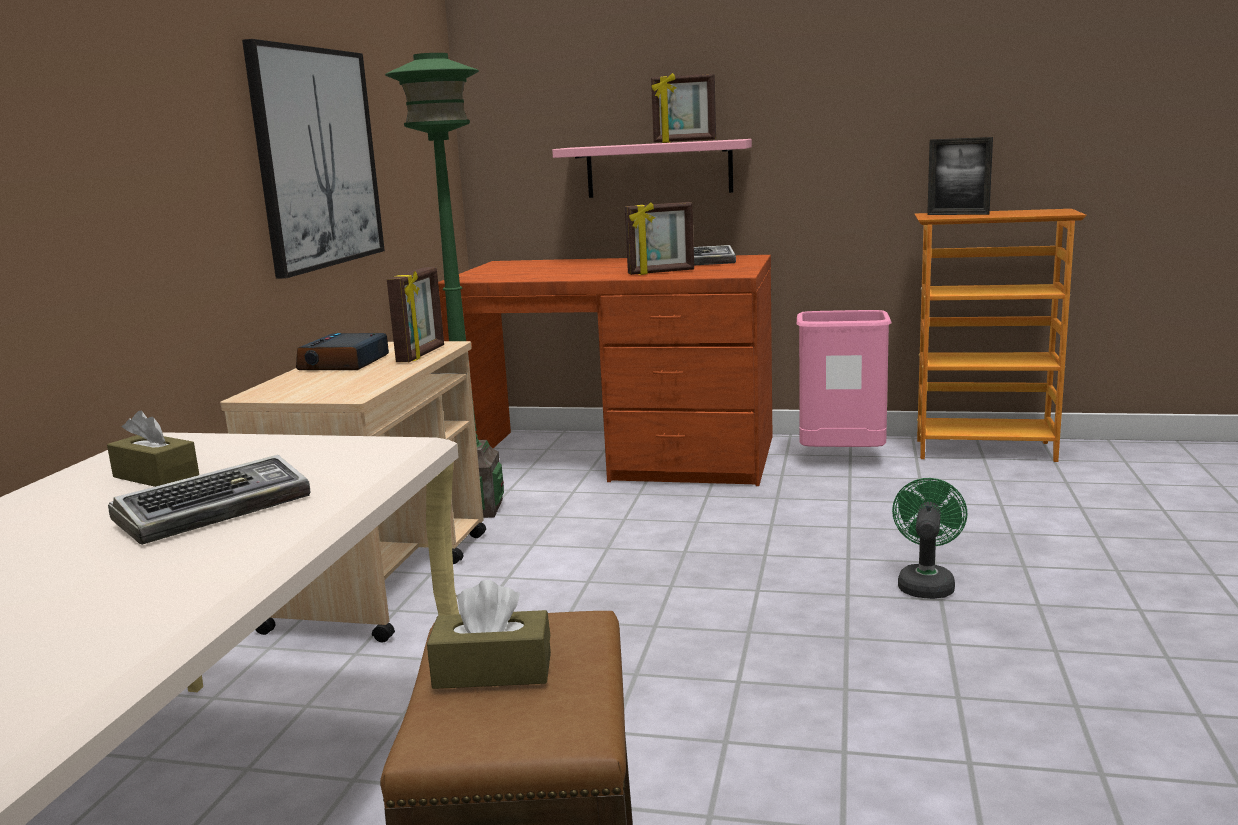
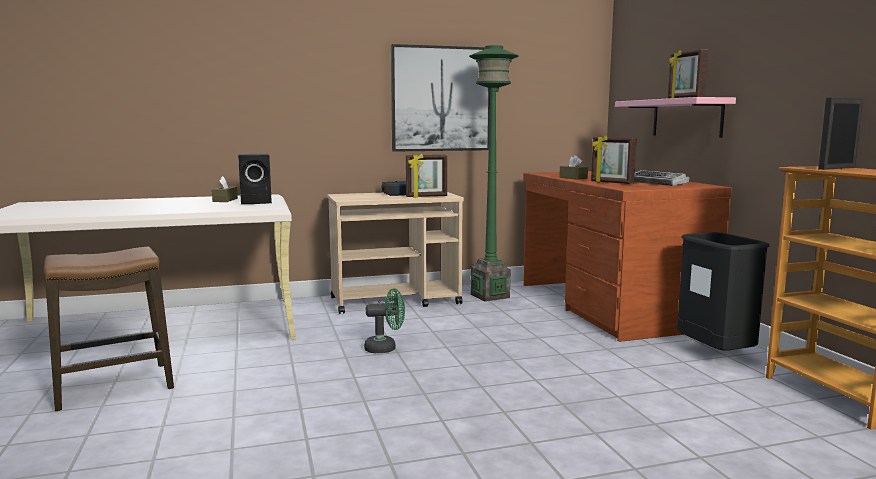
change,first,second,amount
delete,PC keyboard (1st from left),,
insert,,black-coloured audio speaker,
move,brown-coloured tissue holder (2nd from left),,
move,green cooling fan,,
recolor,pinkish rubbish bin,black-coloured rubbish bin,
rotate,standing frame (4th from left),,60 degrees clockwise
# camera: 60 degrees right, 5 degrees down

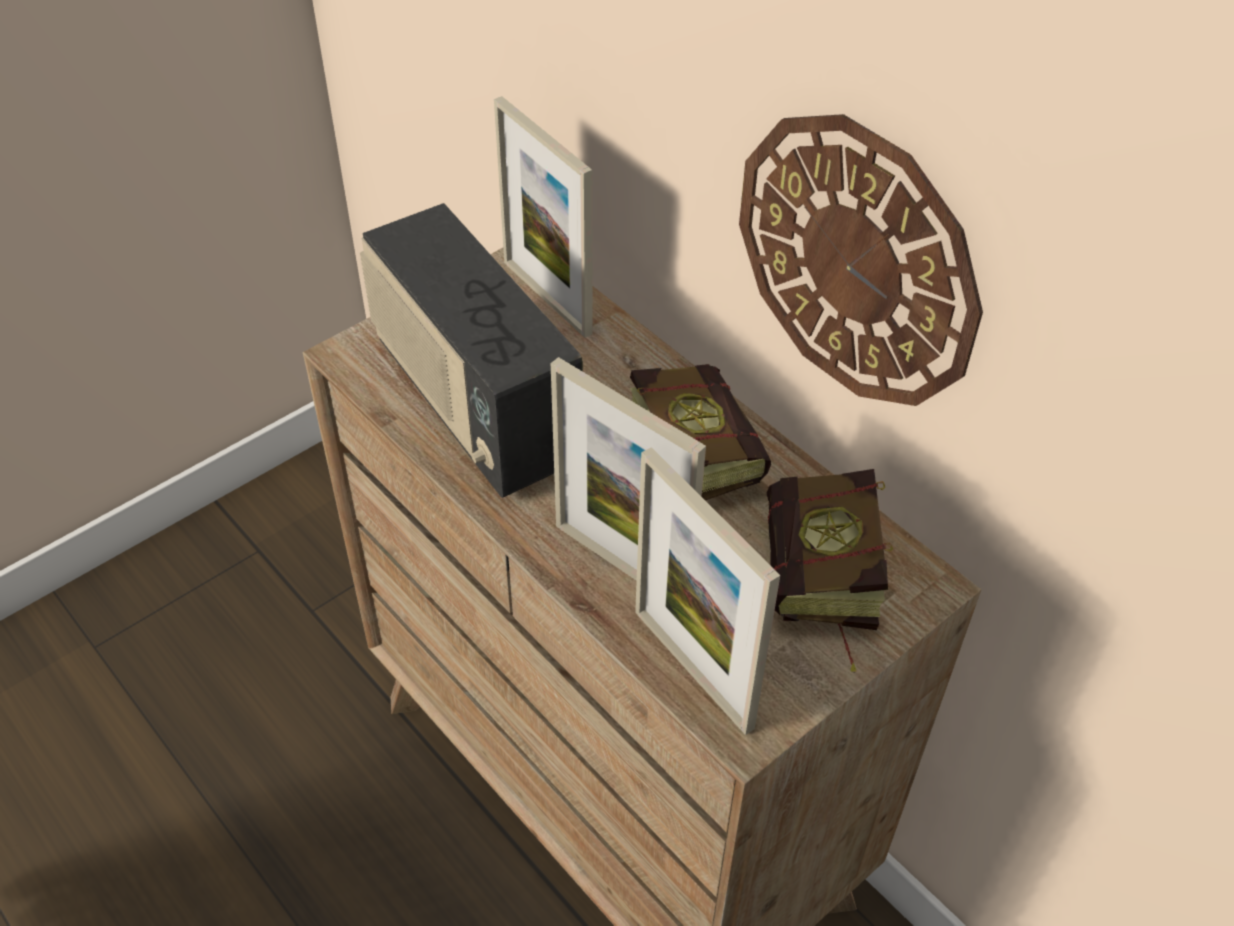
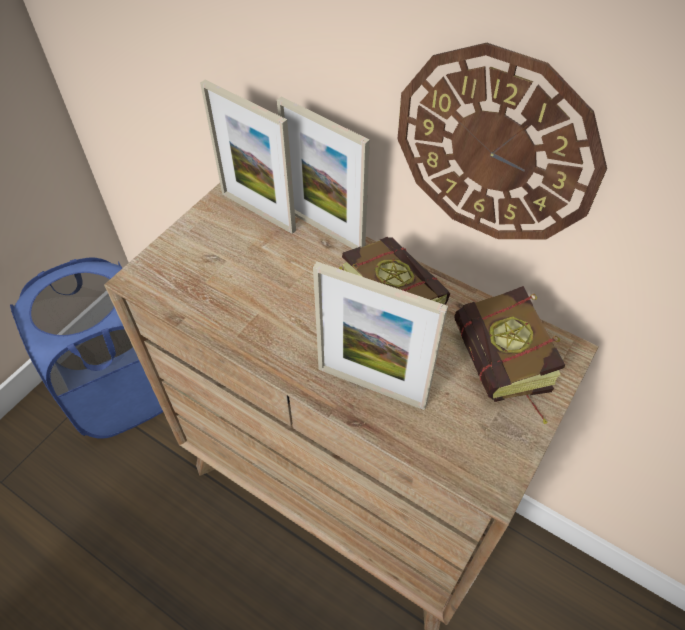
change,first,second,amount
delete,radio set,,
insert,,blue-coloured washing basket,
move,standing frame (3rd from left in the first image),standing frame (2nd from left),
# camera: 15 degrees left, 5 degrees up

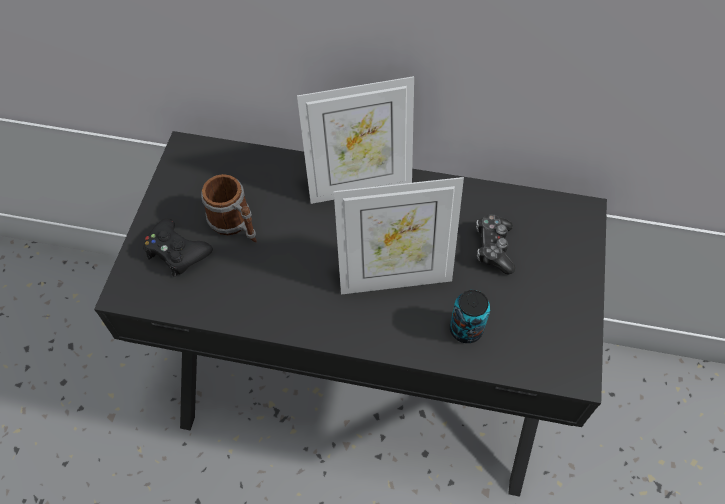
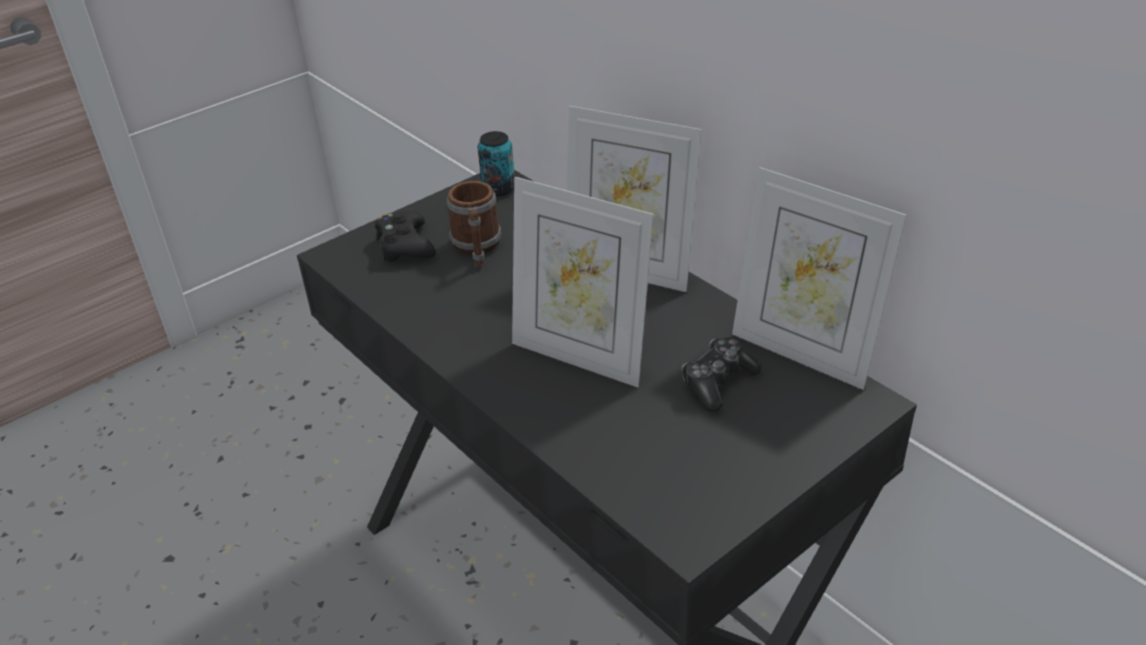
change,first,second,amount
insert,,standing frame (3rd from left),
move,metal can,,
# camera: 40 degrees right, 20 degrees down

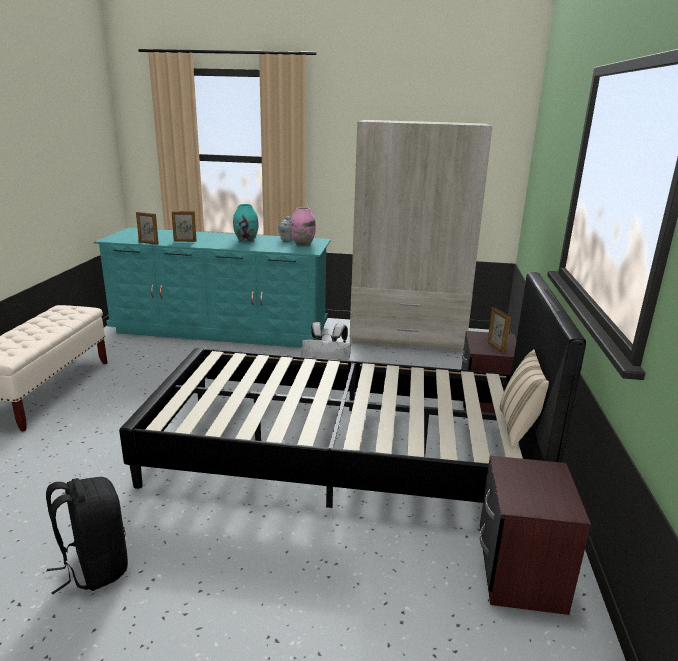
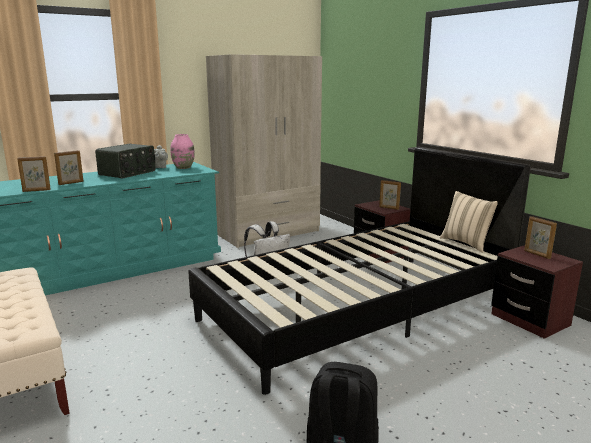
change,first,second,amount
insert,,standing frame (4th from left),
replace,blue-green flower vase,radio set,
# camera: 40 degrees left, 5 degrees down

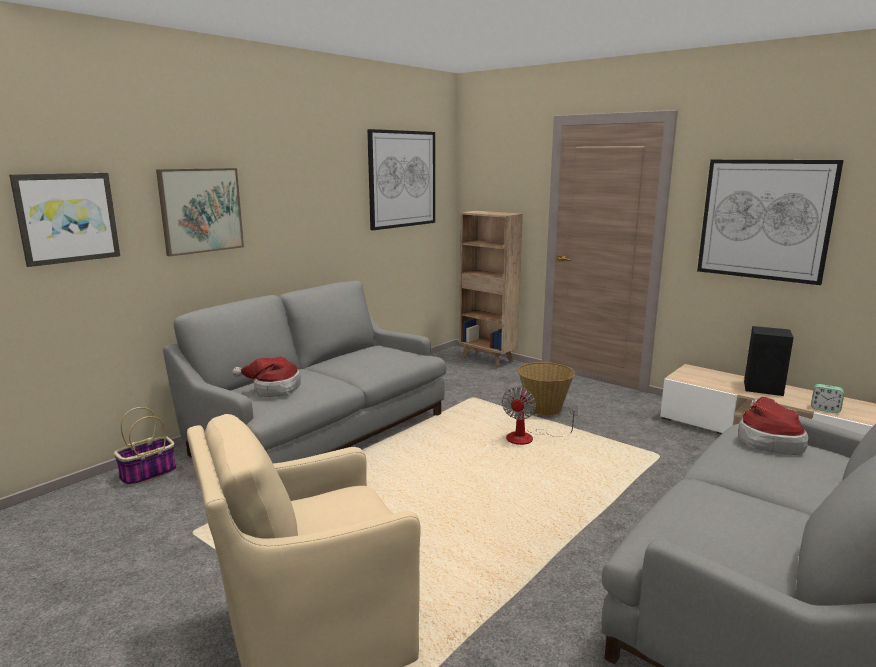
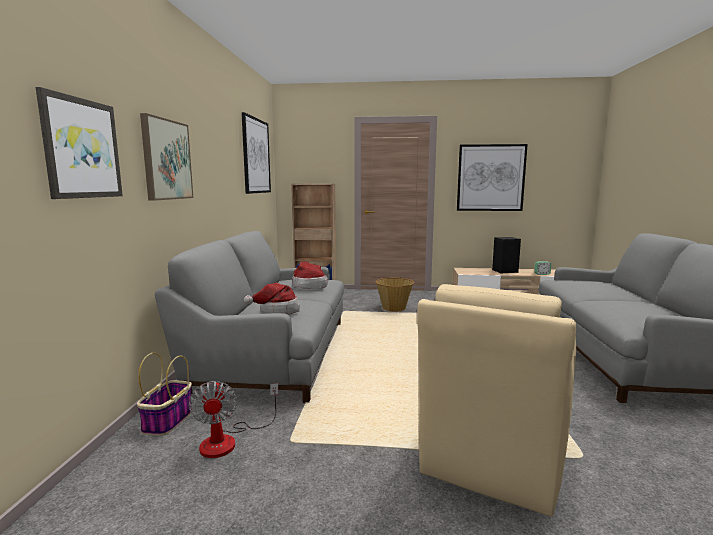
change,first,second,amount
move,cooling fan,,
move,hat (2nd from left),,
# camera: 35 degrees left, 5 degrees down

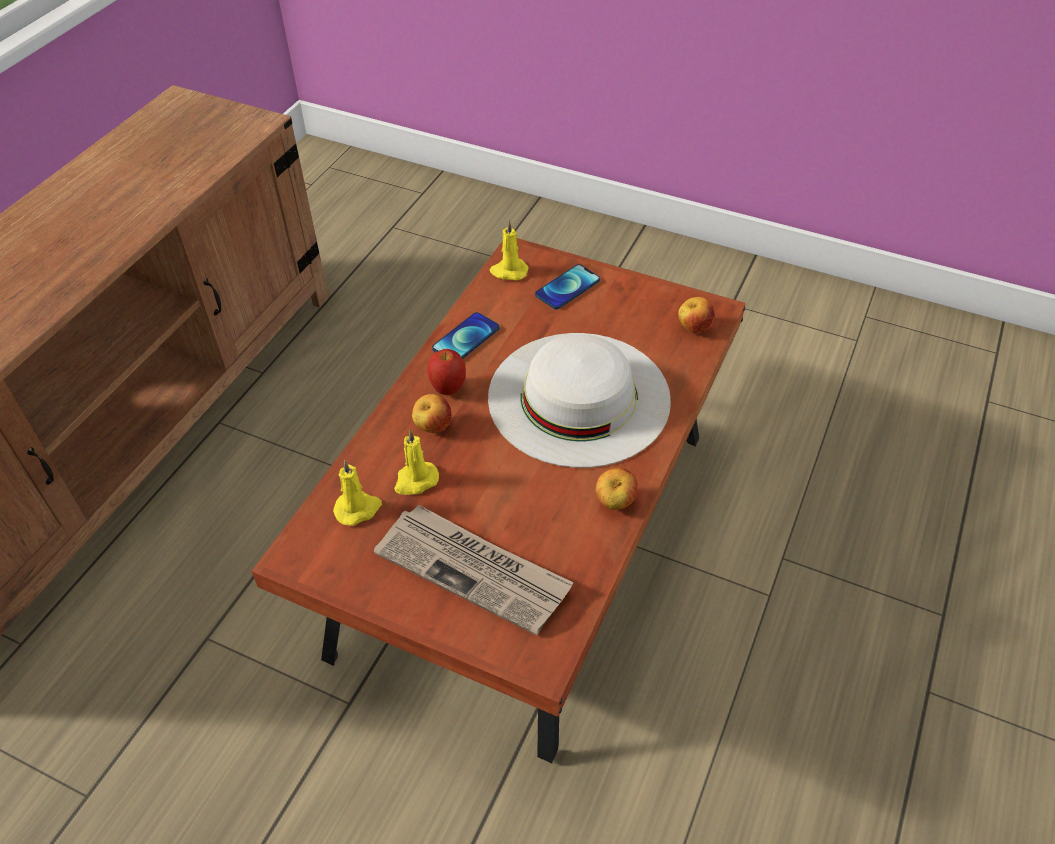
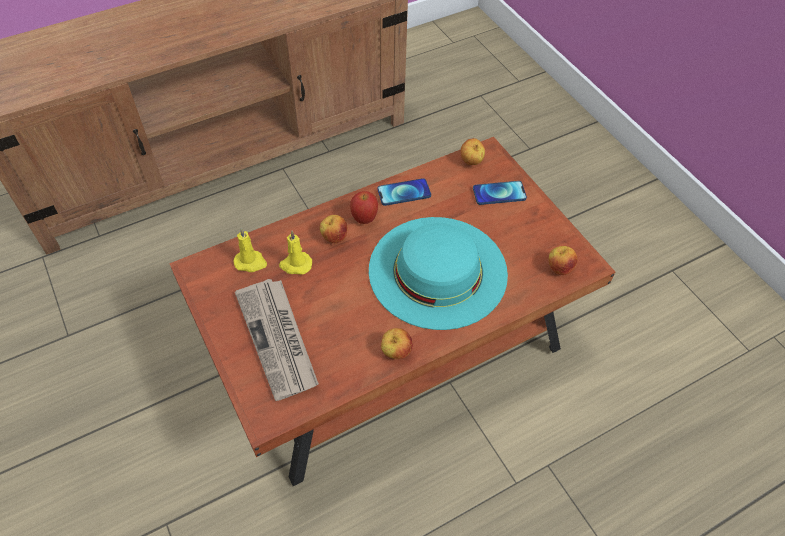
change,first,second,amount
replace,yellowish wax candle (3rd from left),apple fruit (4th from left),
recolor,white hat,blue-green hat,
# camera: 35 degrees right, 5 degrees up

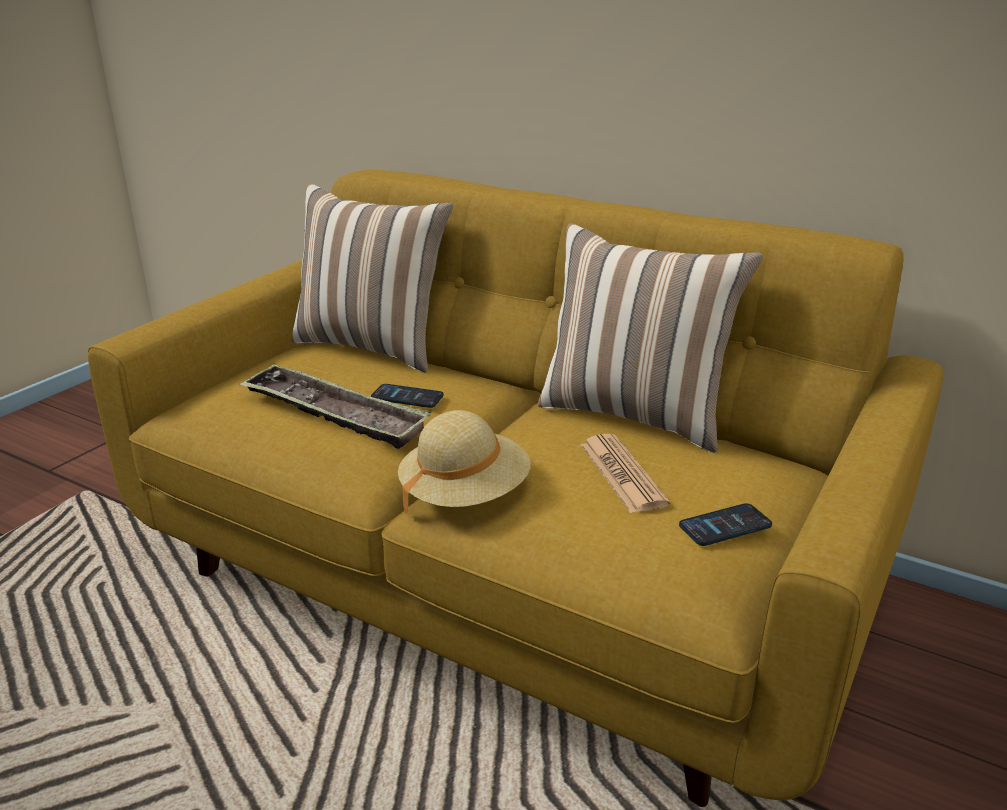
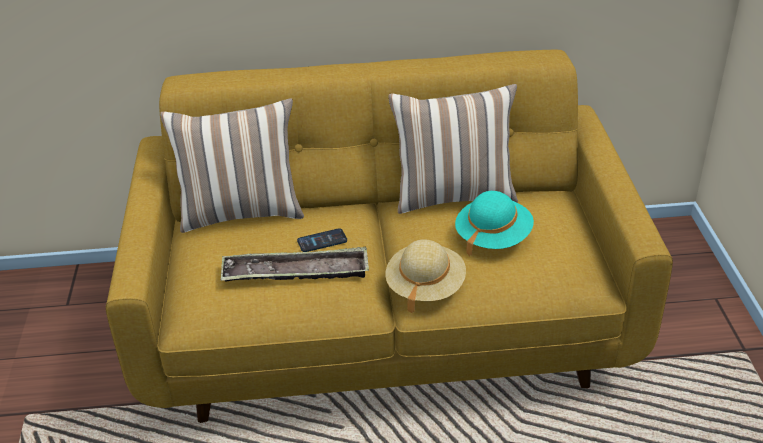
change,first,second,amount
delete,phone (2nd from left),,
replace,newspaper,blue-green hat,
# camera: 35 degrees left, 10 degrees up

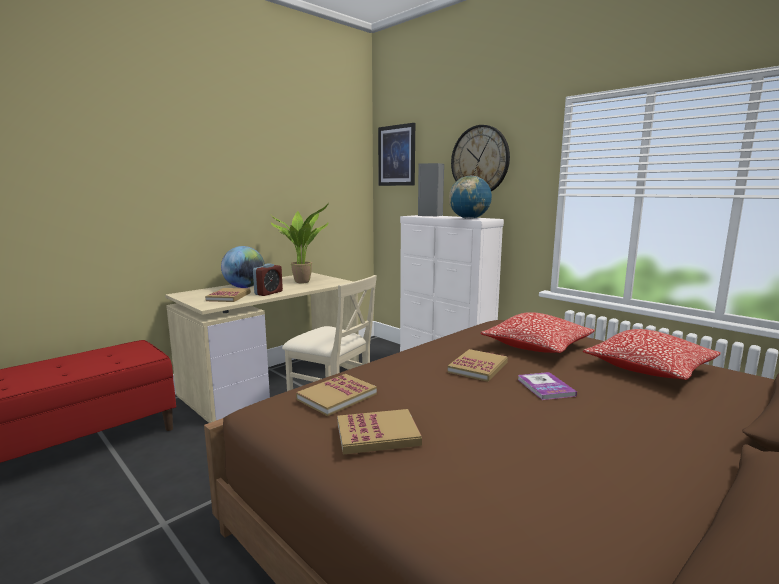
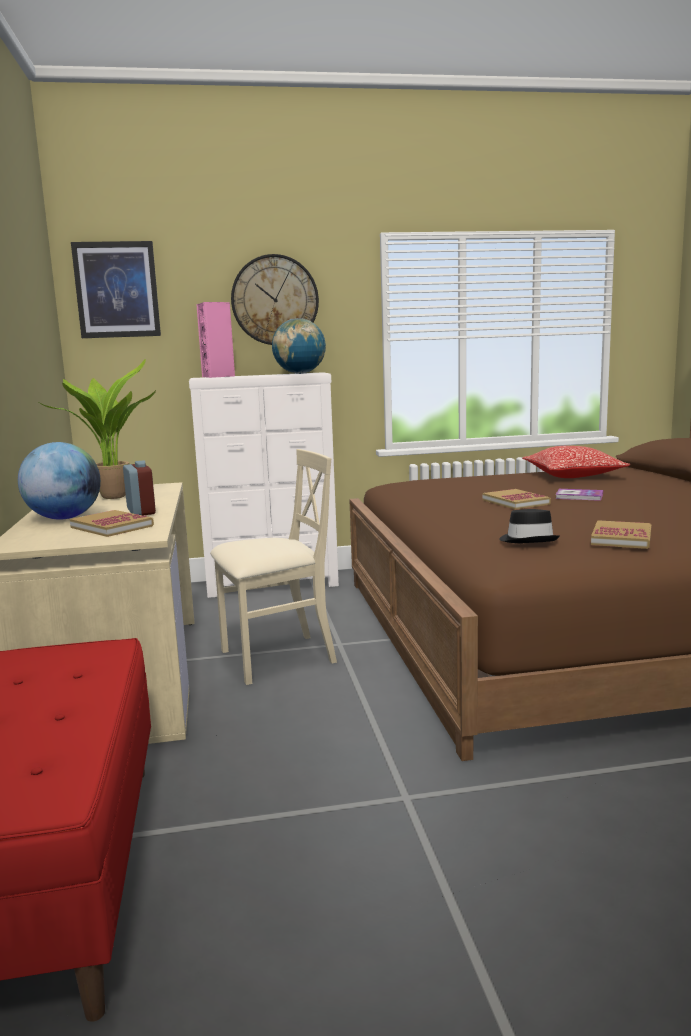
change,first,second,amount
delete,throw pillow (1st from left),,
replace,volume (2nd from left),black-coloured hat,
recolor,greyish audio speaker,pinkish audio speaker,
# camera: 55 degrees left, 0 degrees up

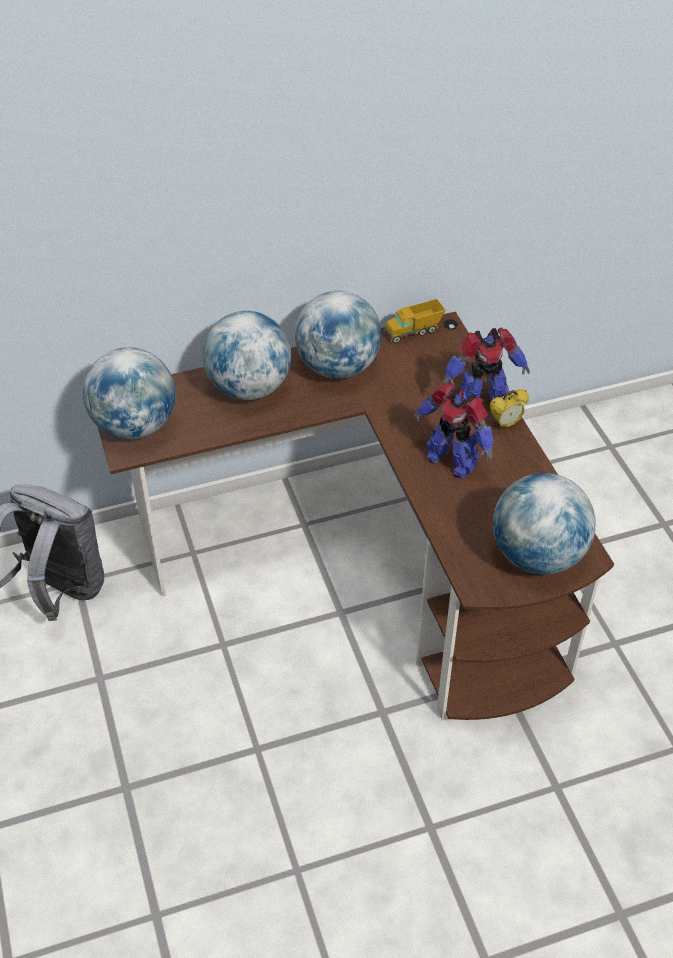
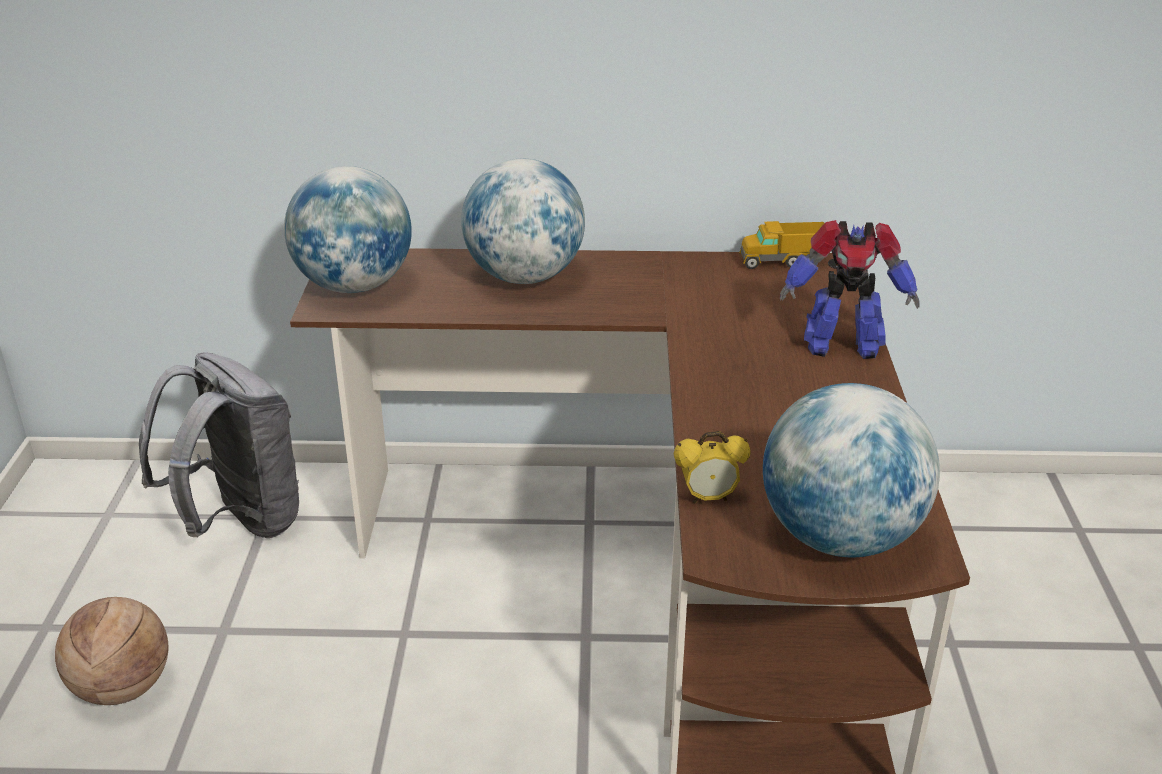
change,first,second,amount
delete,desk globe (3rd from left),,
delete,toy robot (1st from left),,
insert,,ball for basketball,
move,table clock,,
# camera: 20 degrees right, 15 degrees down

